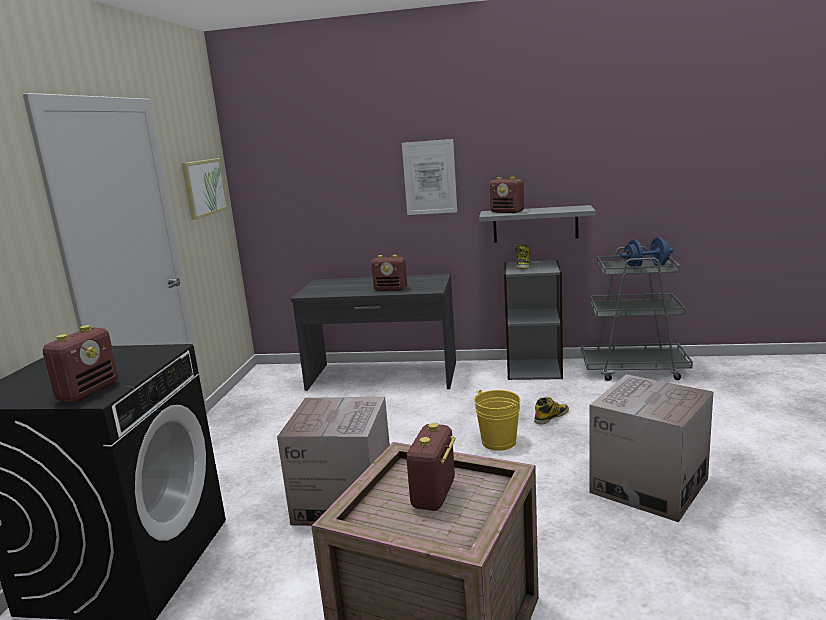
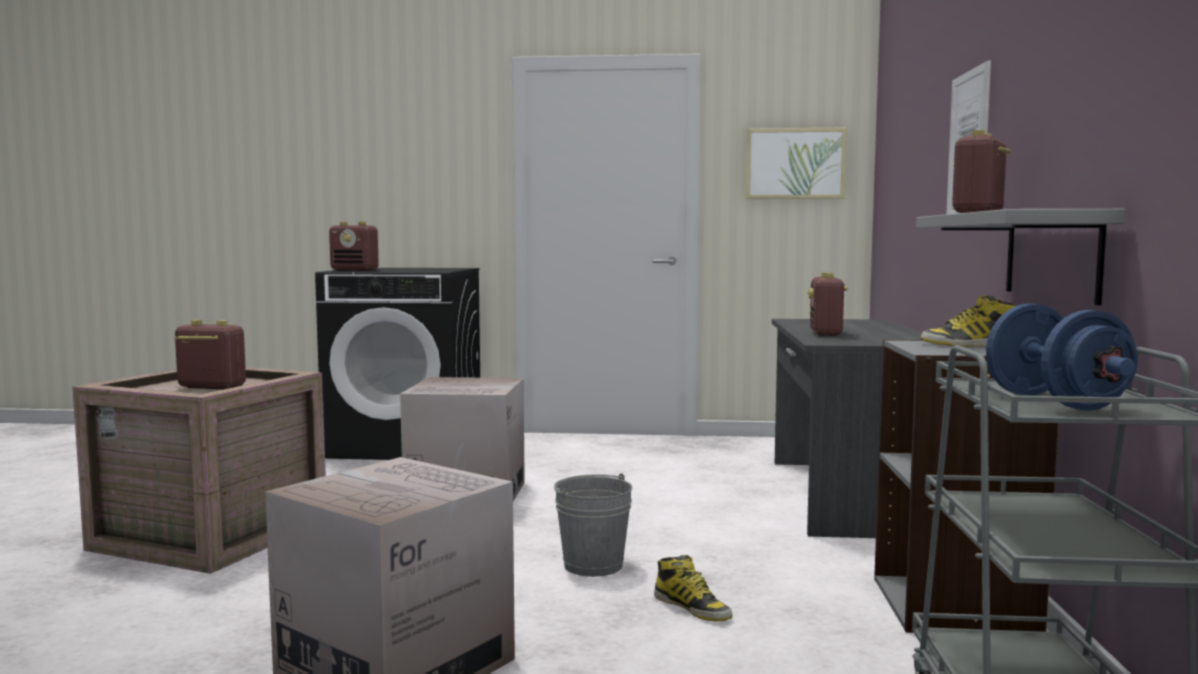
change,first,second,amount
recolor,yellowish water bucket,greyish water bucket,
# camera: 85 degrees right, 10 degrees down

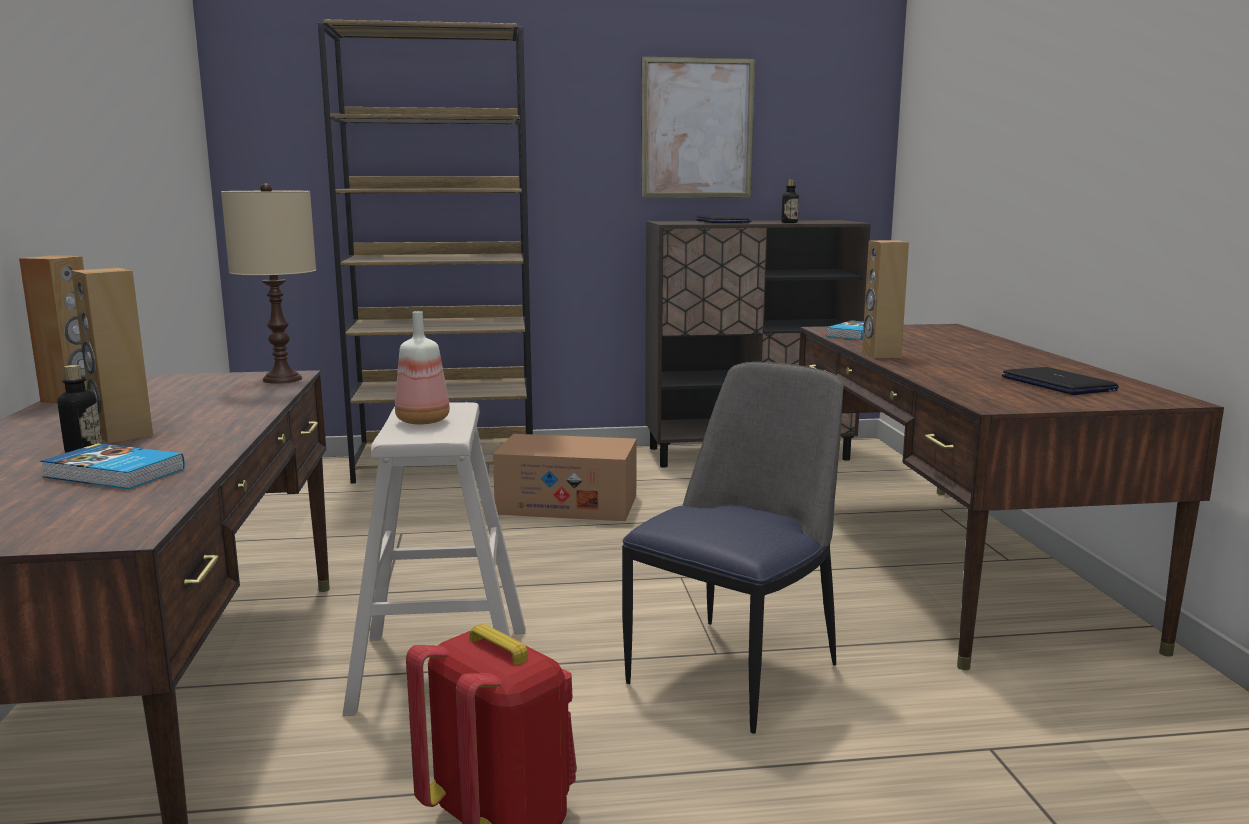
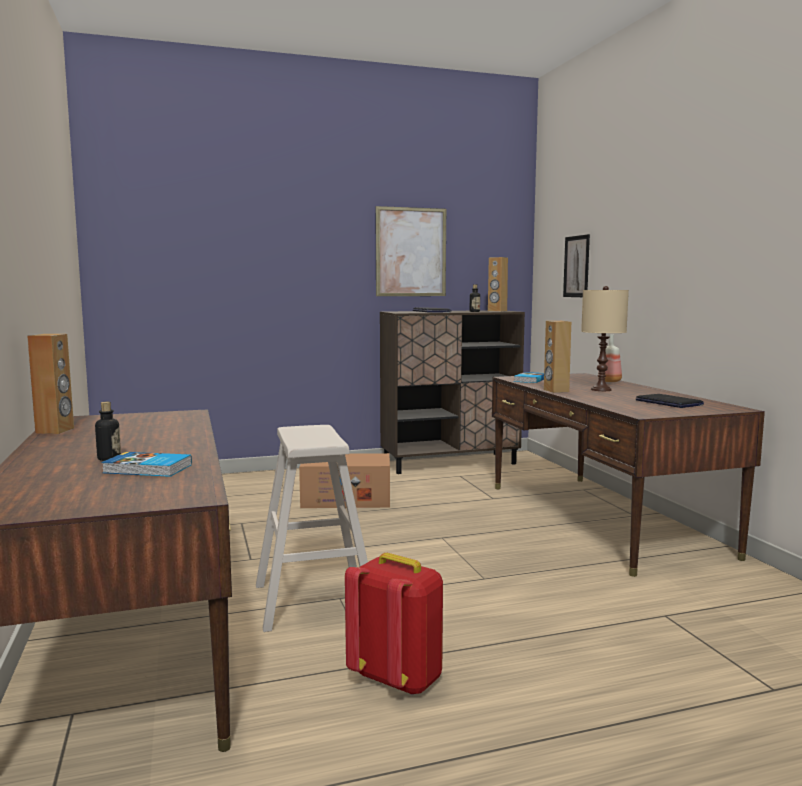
change,first,second,amount
delete,brown-coloured bookshelf,,
delete,plain chair,,
insert,,picture (2nd from left),
move,brown-coloured audio speaker (2nd from left),,
move,beige-coloured table lamp,,
move,drink bottle (2nd from left in the first image),drink bottle (3rd from left),
# camera: 10 degrees left, 5 degrees down

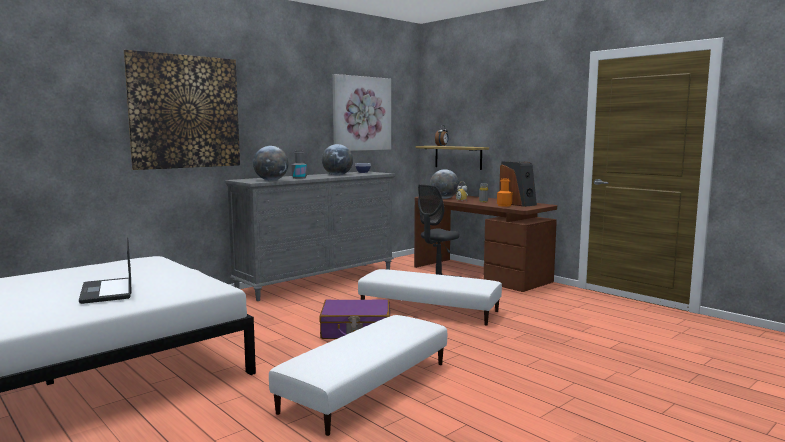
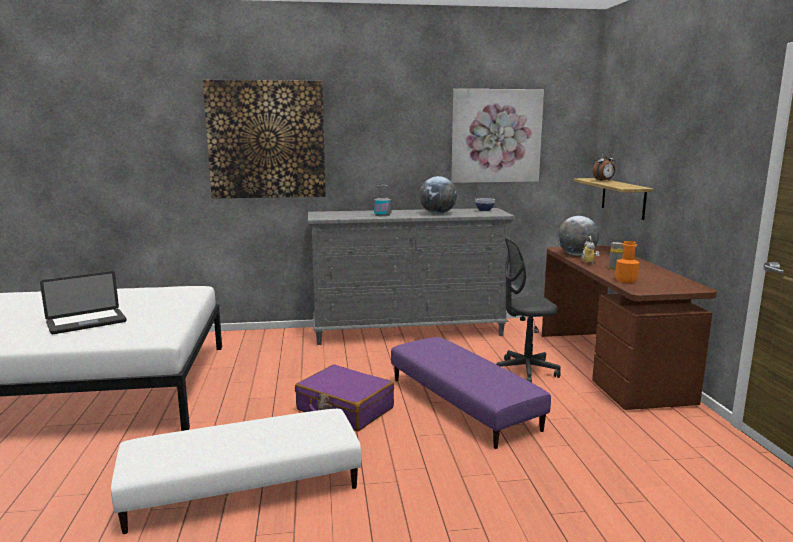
change,first,second,amount
delete,desk globe (1st from left),,
delete,audio speaker,,
recolor,white footrest (2nd from left),purple footrest,
rotate,portable computer,,135 degrees counterclockwise
# camera: 35 degrees right, 5 degrees up

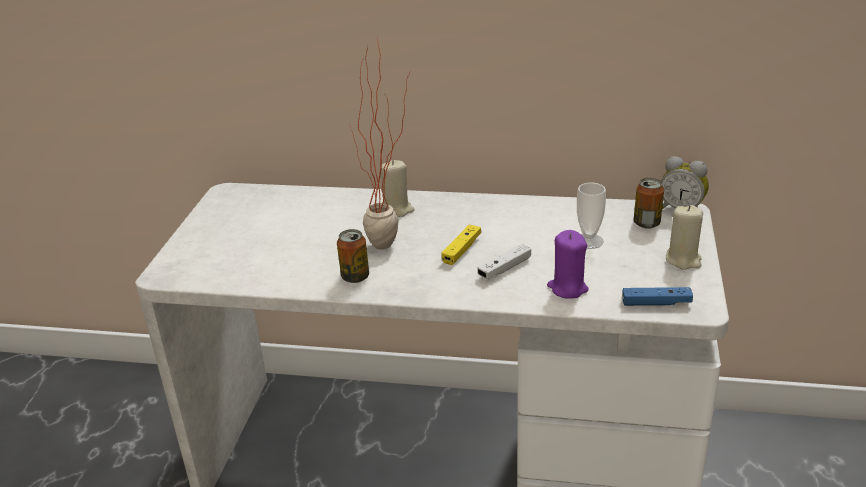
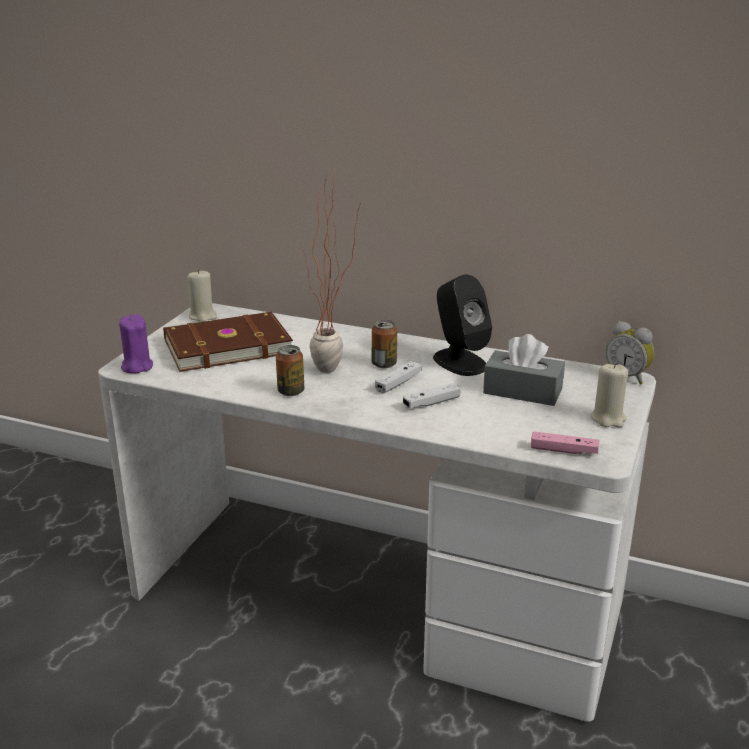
change,first,second,amount
insert,,brown-coloured volume,
insert,,black-coloured audio speaker,
move,beige-coloured wax candle (1st from left),,
move,purple wax candle,,
move,metal can (2nd from left),,
replace,cup,greyish tissue holder,
recolor,yellowish joypad,white joypad (1st from left),
recolor,blue-coloured joypad,pinkish joypad,
# camera: 10 degrees right, 5 degrees down

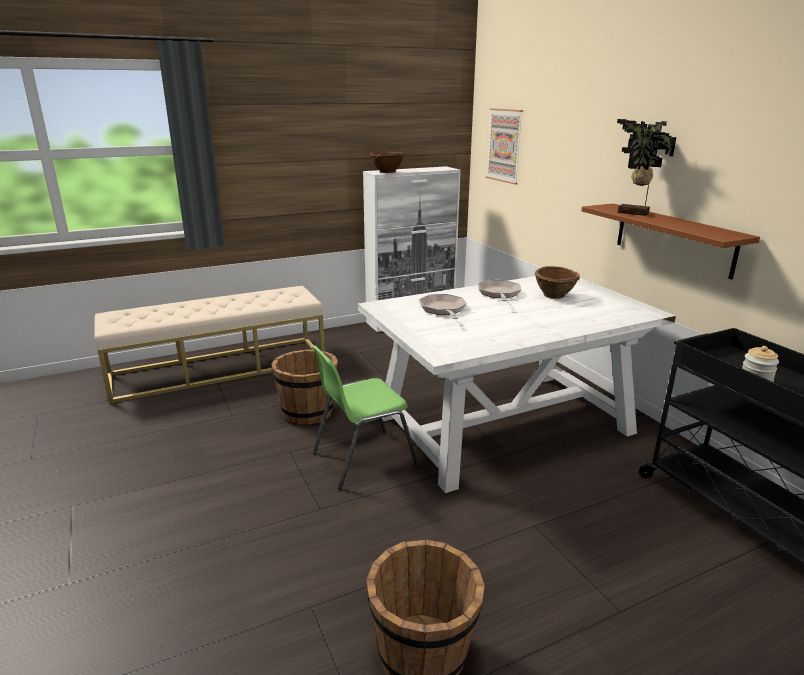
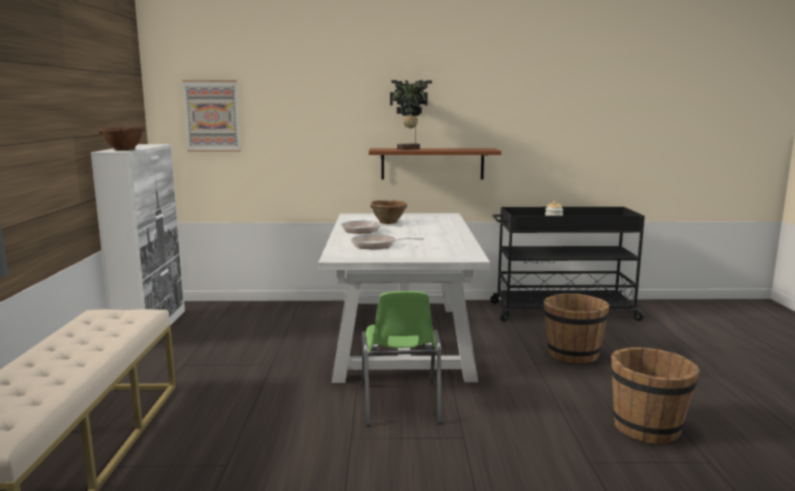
change,first,second,amount
move,brown-coloured water bucket (1st from left),,
# camera: 65 degrees left, 10 degrees down

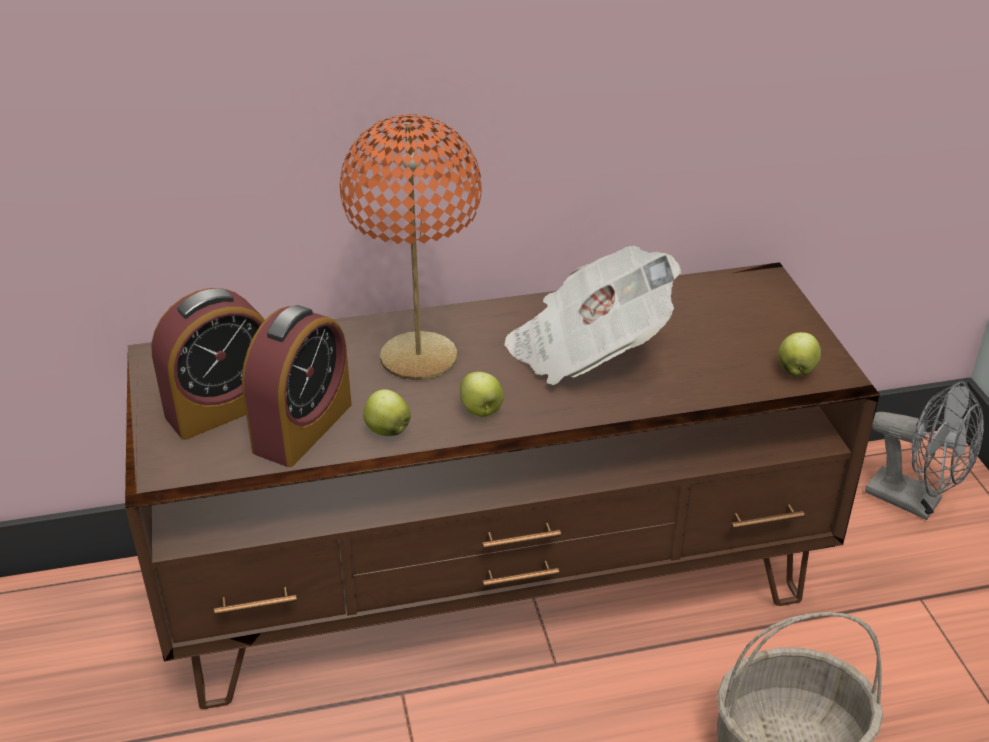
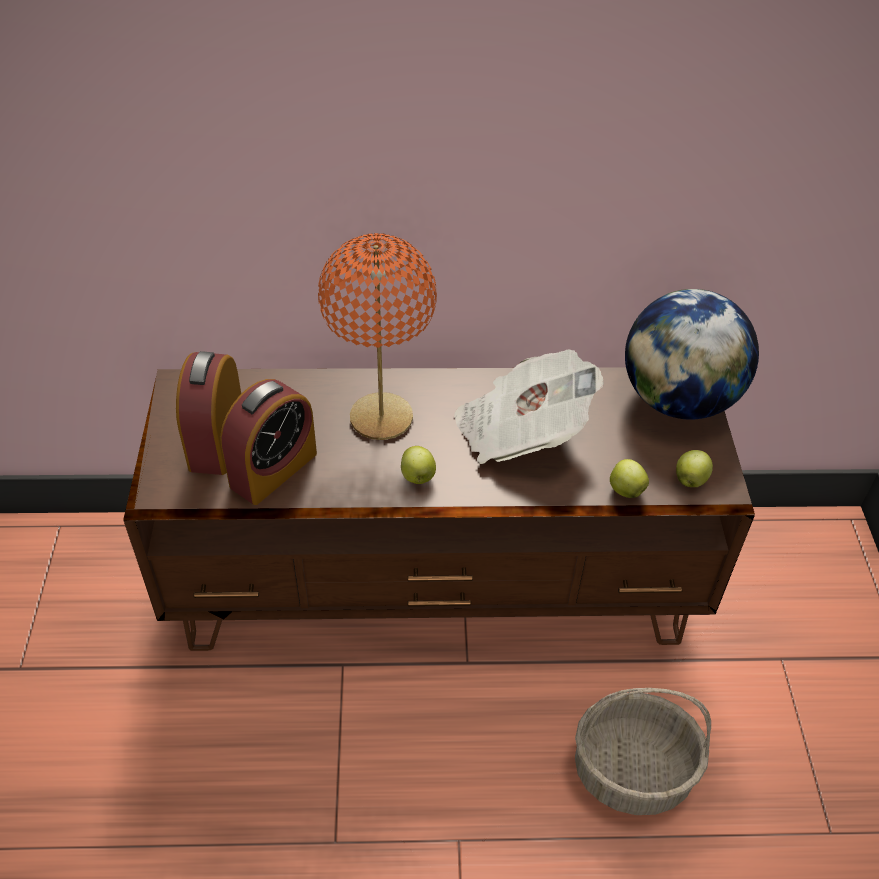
change,first,second,amount
delete,greyish cooling fan,,
insert,,desk globe,
move,apple fruit (1st from left in the first image),apple fruit (2nd from left),
rotate,table clock (1st from left),,120 degrees clockwise
# camera: 10 degrees right, 10 degrees up

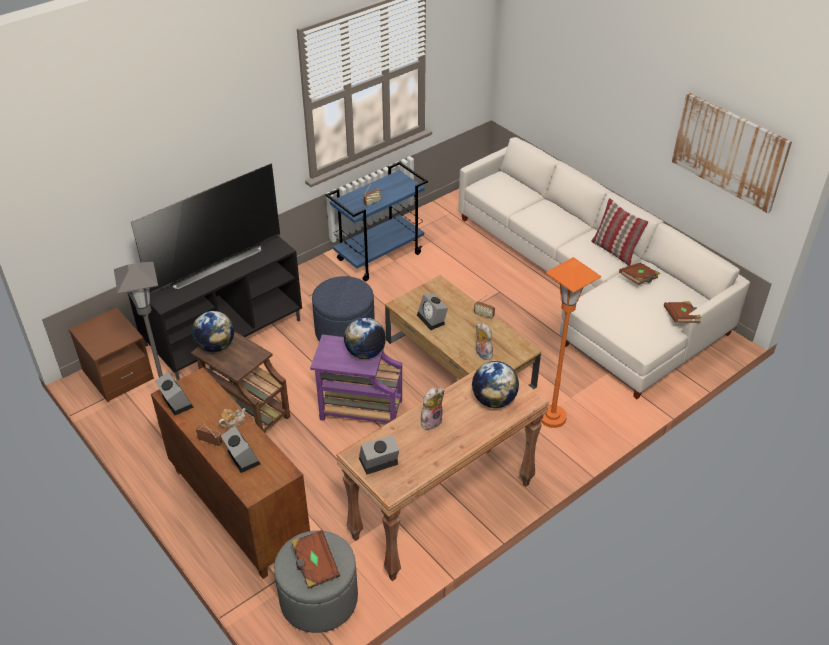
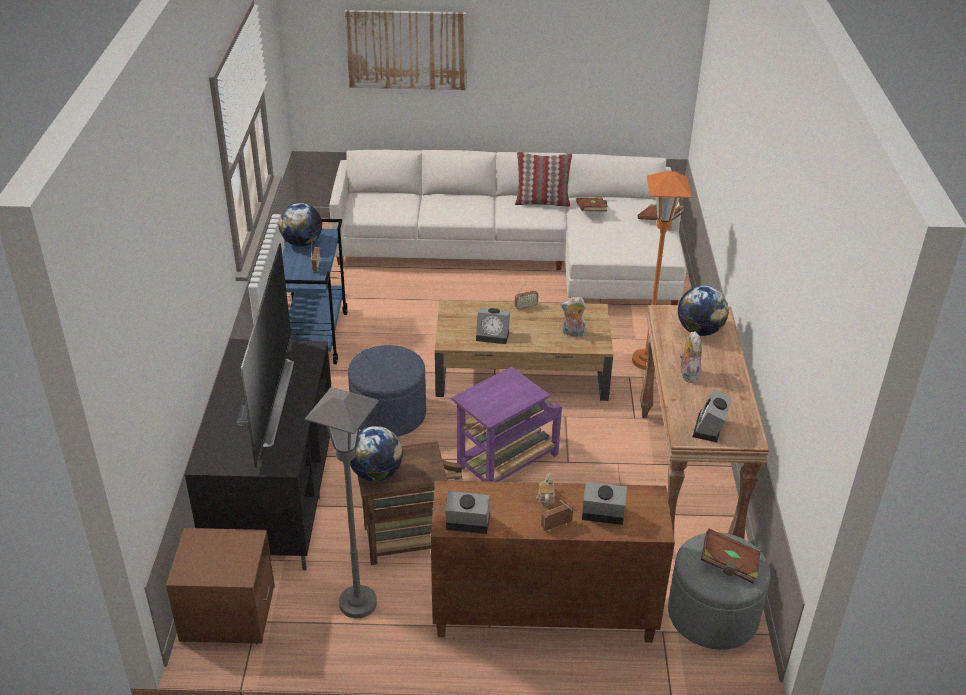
change,first,second,amount
move,desk globe (2nd from left in the first image),desk globe (1st from left),
move,picture,,
# camera: 50 degrees left, 5 degrees down

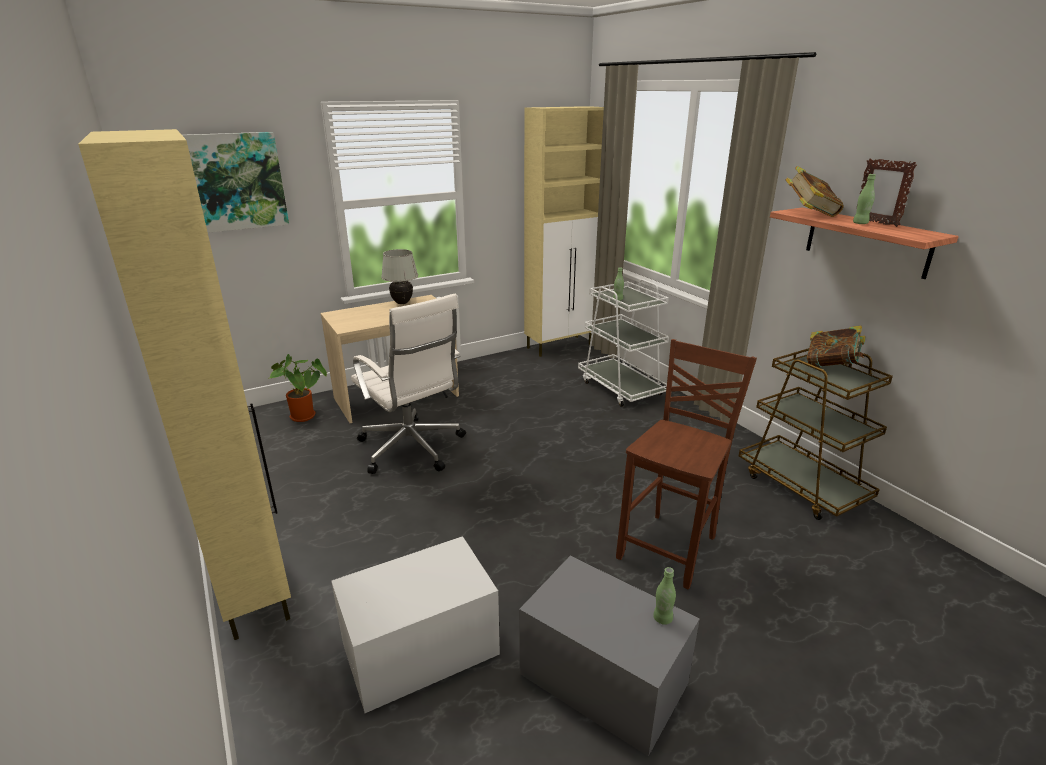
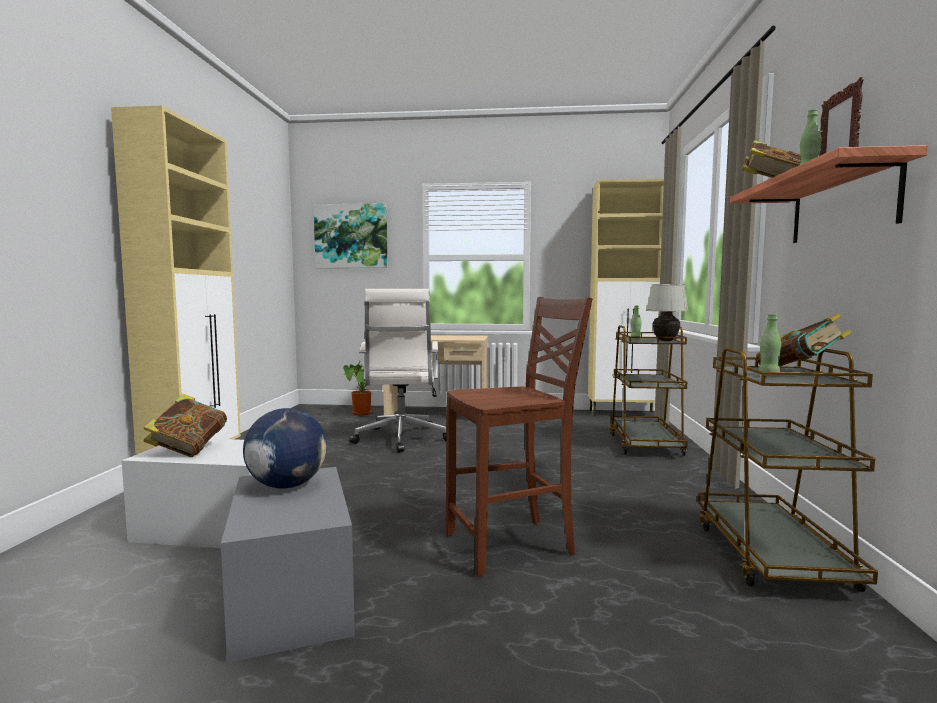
change,first,second,amount
insert,,volume (1st from left),
insert,,desk globe,
move,white table lamp,,
move,green drink bottle (2nd from left),,
recolor,white trolley,brown-coloured trolley (1st from left),
# camera: 35 degrees right, 20 degrees down

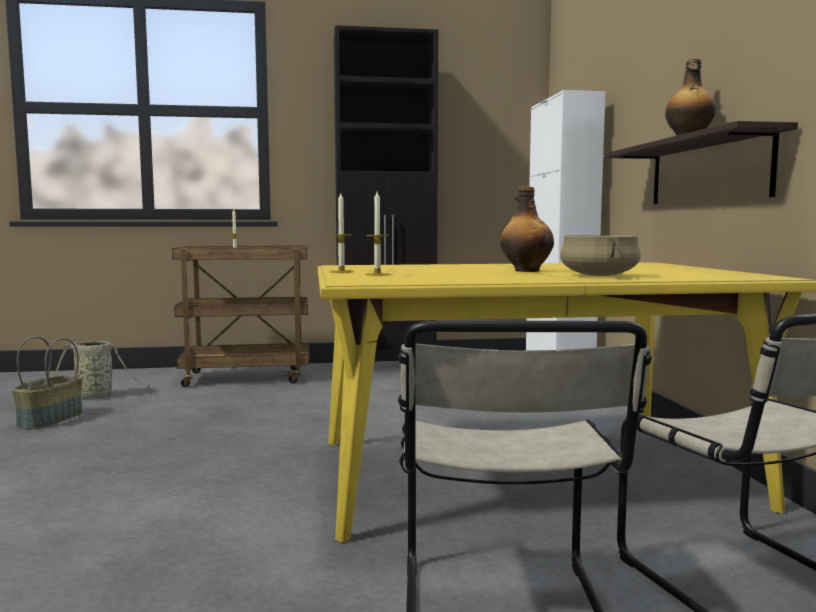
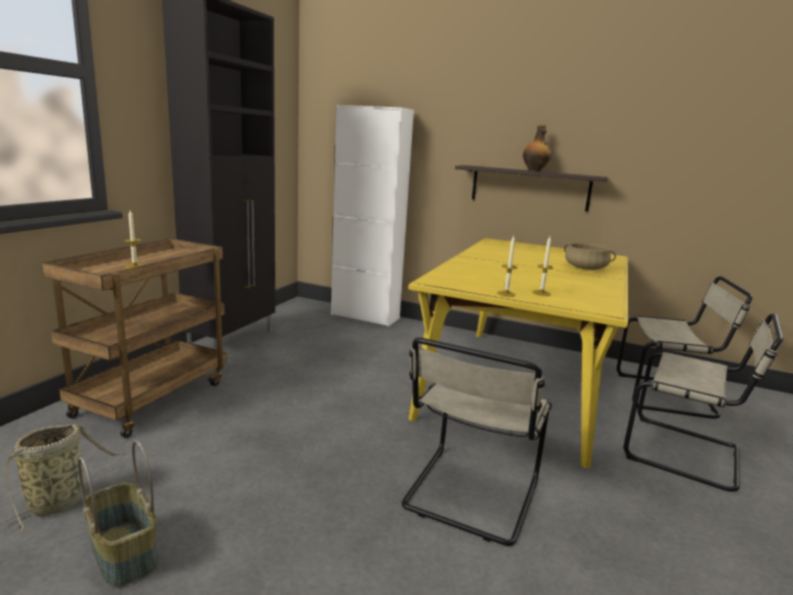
change,first,second,amount
delete,drink bottle (1st from left),,
insert,,beige-coloured plain chair (1st from left),
# camera: 60 degrees left, 10 degrees up

